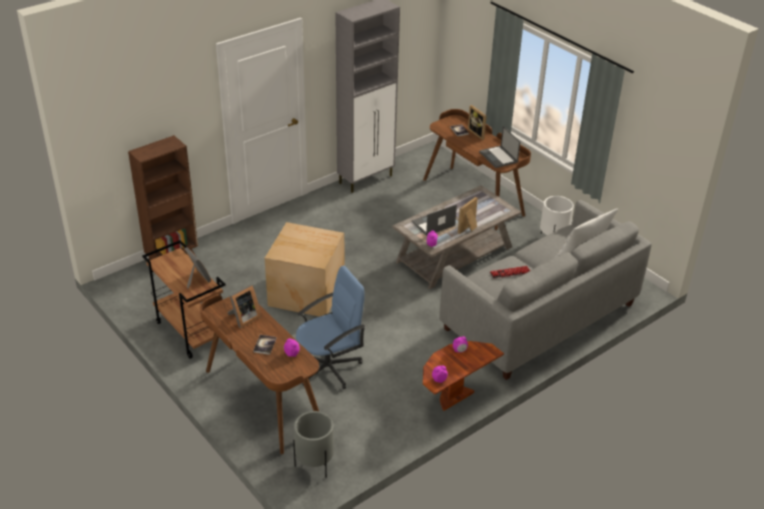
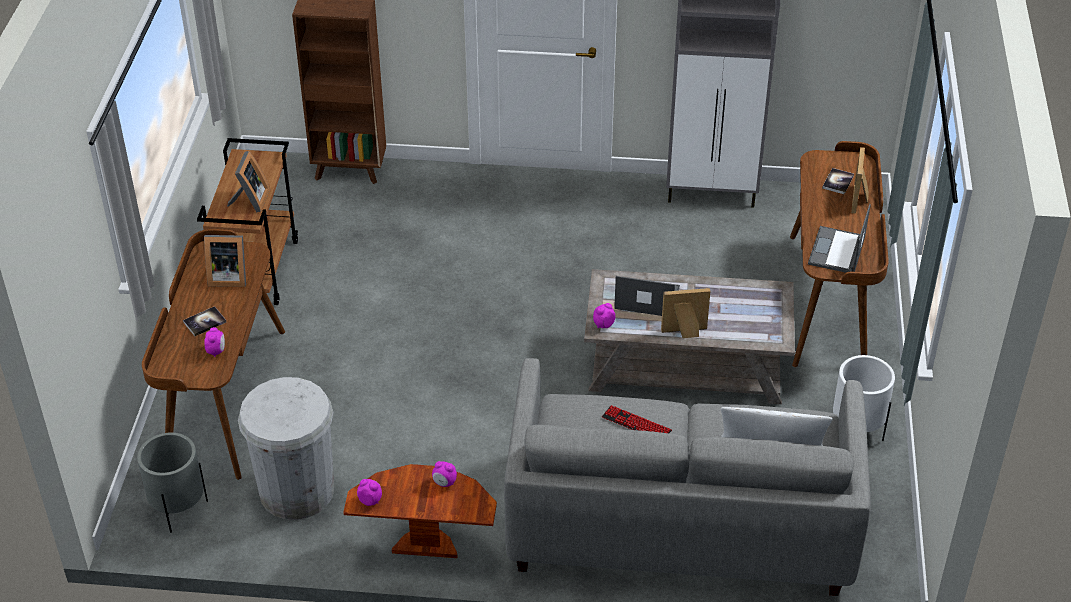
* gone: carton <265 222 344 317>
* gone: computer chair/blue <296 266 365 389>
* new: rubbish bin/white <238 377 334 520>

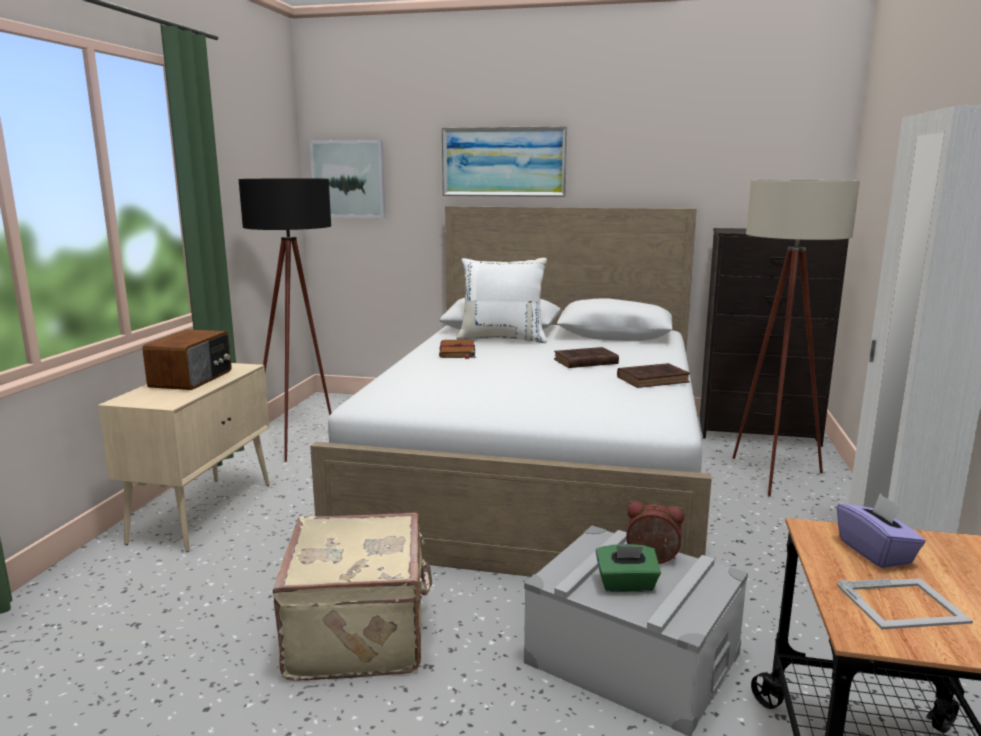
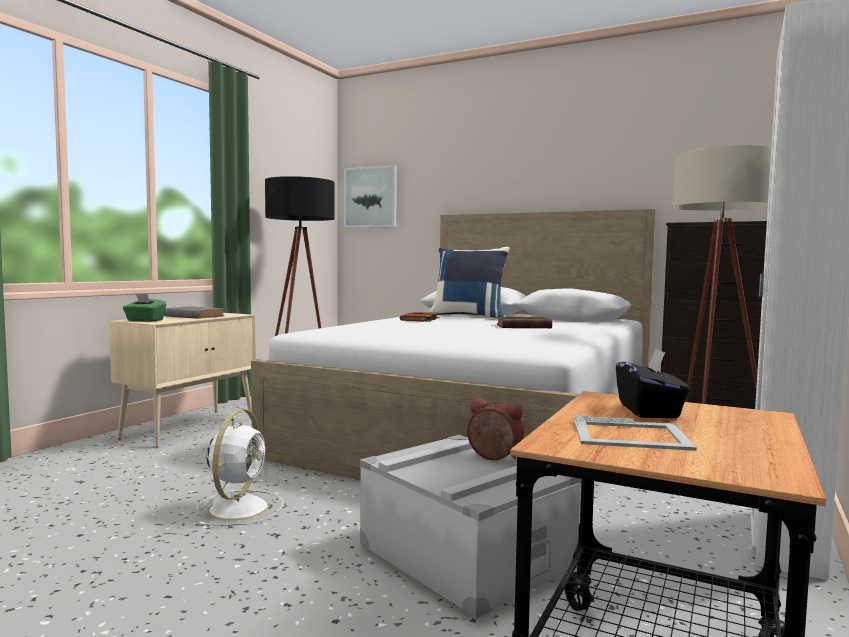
* gone: picture <442 126 567 197>
* repainted: throw pillow/white <456 258 547 343> to throw pillow/blue <429 247 510 319>
* swapped: radio set <142 329 232 390> to bound book/grey <164 306 225 319>
* gone: bound book/brownish <617 363 690 388>
* repainted: box of tissues/purple-coloured <837 493 926 568> to box of tissues/black-coloured <616 348 690 418>
* swapped: travel case/sand-coloured <272 513 432 681> to electric fan/white <196 409 284 526>
* shifted: box of tissues/green-coloured <596 544 661 592> to <123 293 166 322>

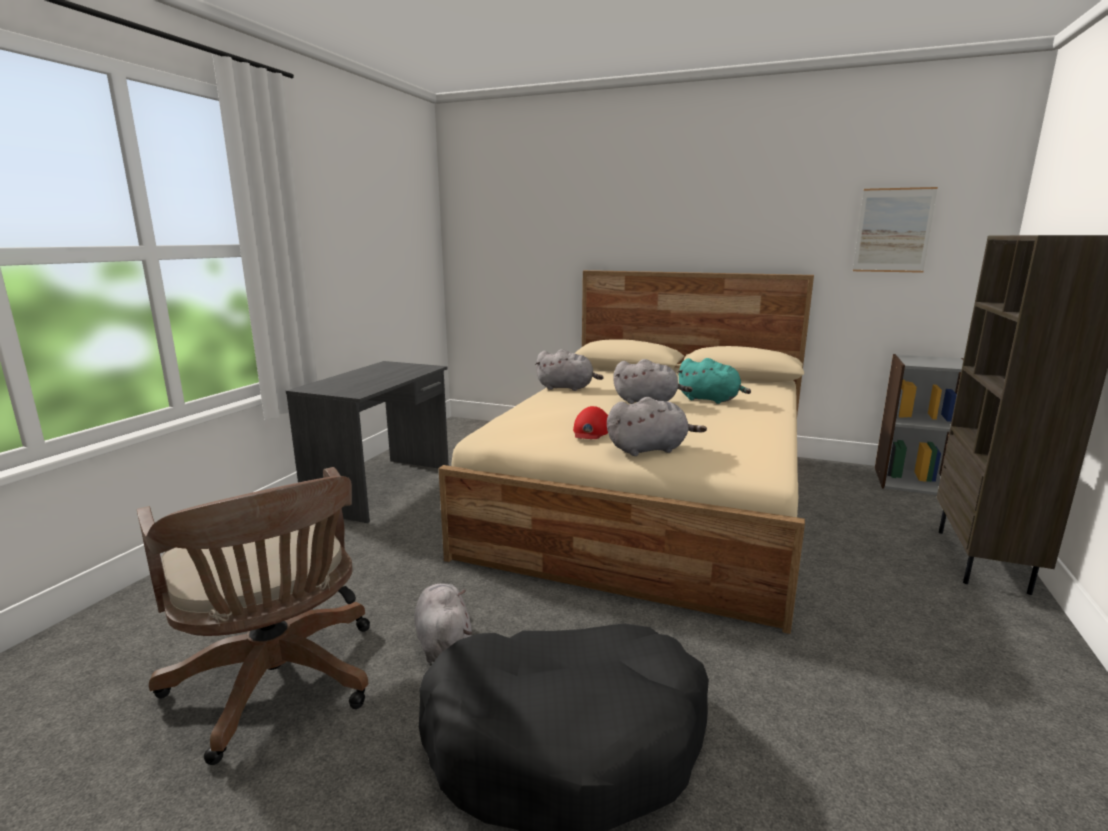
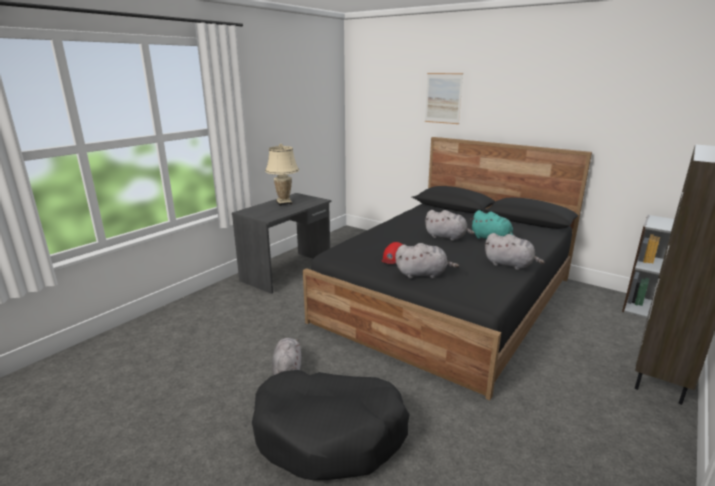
* shifted: picture <853 187 938 273> to <425 73 463 124>
* repainted: bed/sand-coloured <439 270 814 634> to bed/black-coloured <303 137 592 400>
* shifted: cuddly toy/grey <535 349 604 391> to <485 233 545 270>
* gone: computer chair/brownish <137 467 370 765>
* new: tabletop lamp/sand-coloured <265 144 299 206>

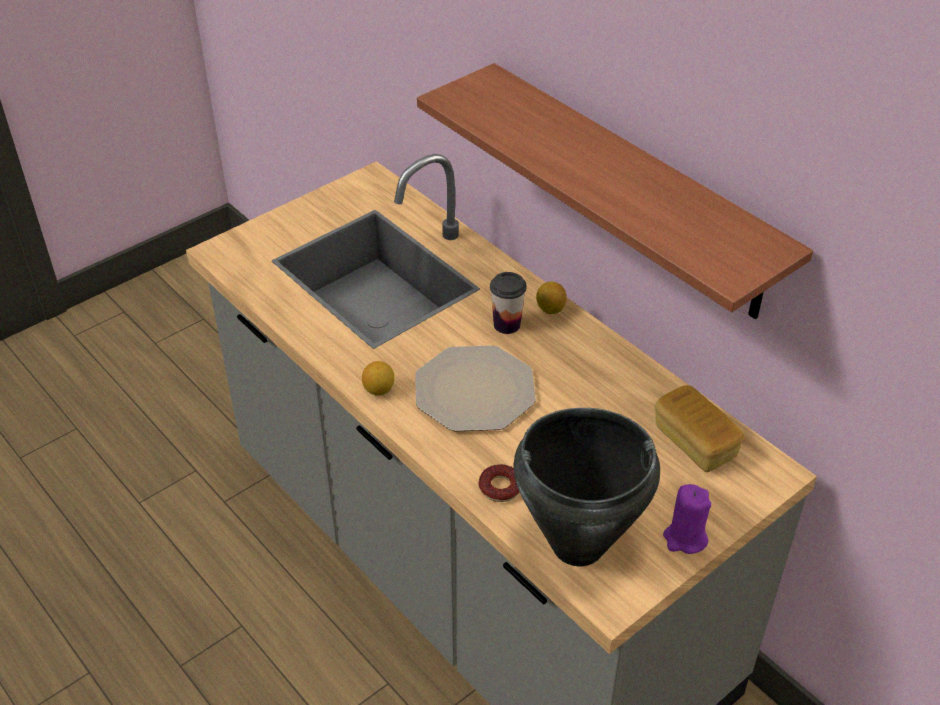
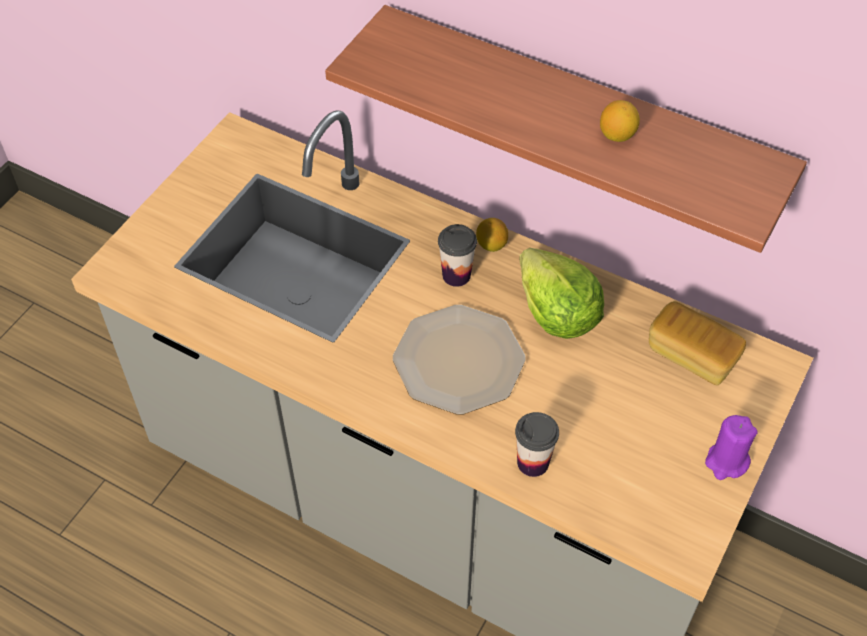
* shifted: whole lemon <362 361 394 396> to <600 100 640 142>
* gone: saucepot/black-coloured <514 408 660 566>
* swapped: donut <478 464 520 502> to cup <515 412 559 477>
* new: lettuce head <519 248 604 339>

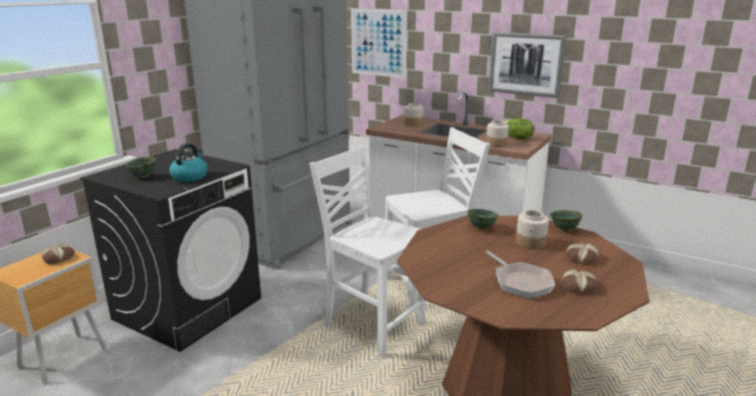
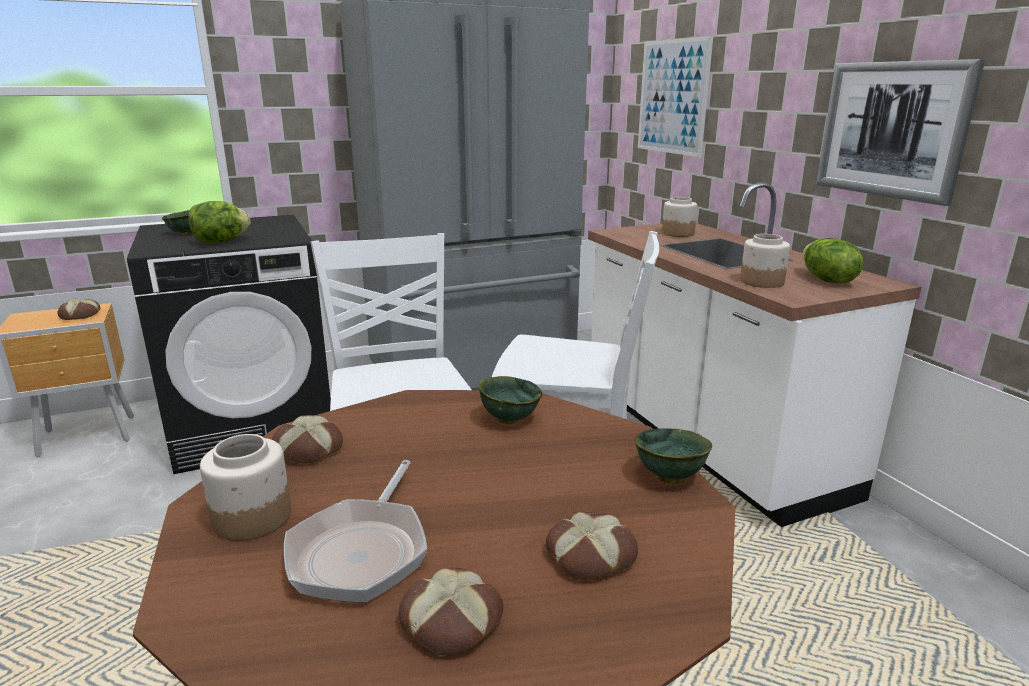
* swapped: water kettle <169 143 208 182> to lettuce head <188 201 251 244>
* shifted: jar <516 210 549 249> to <200 434 291 541>
* new: bakery bread <272 415 343 464>

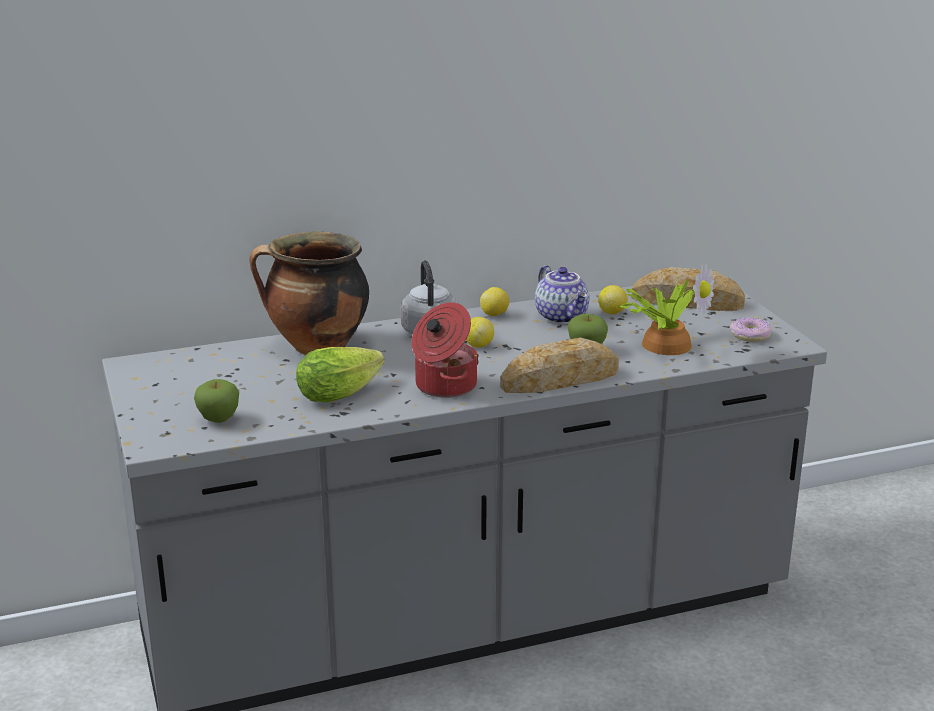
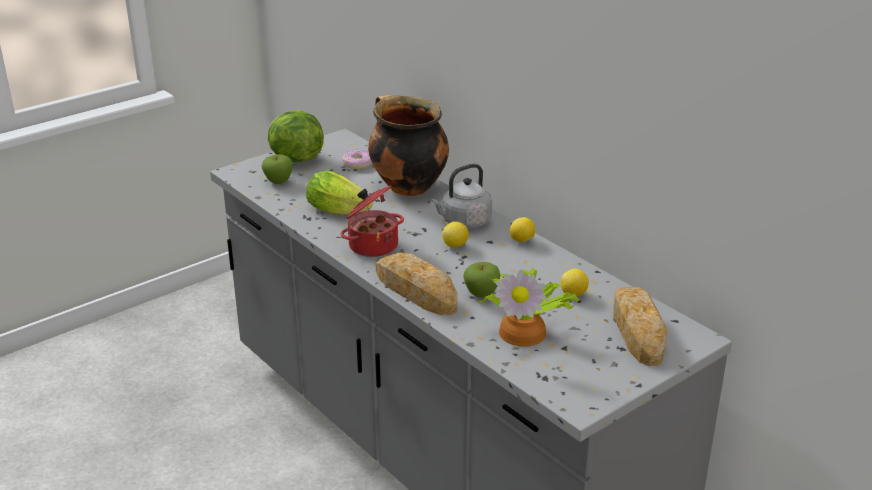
* gone: pot for tea <535 265 589 324>
* shifted: donut <730 317 772 342> to <343 150 372 169>
* new: lettuce head <268 110 324 162>

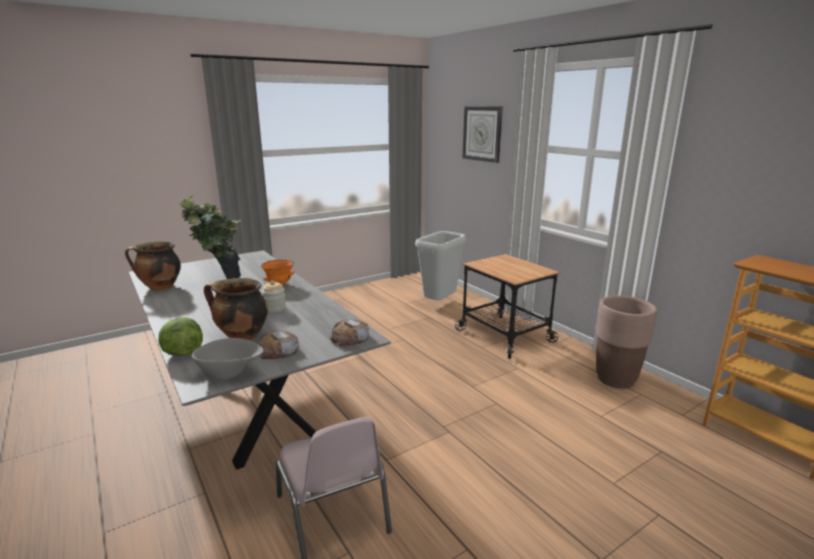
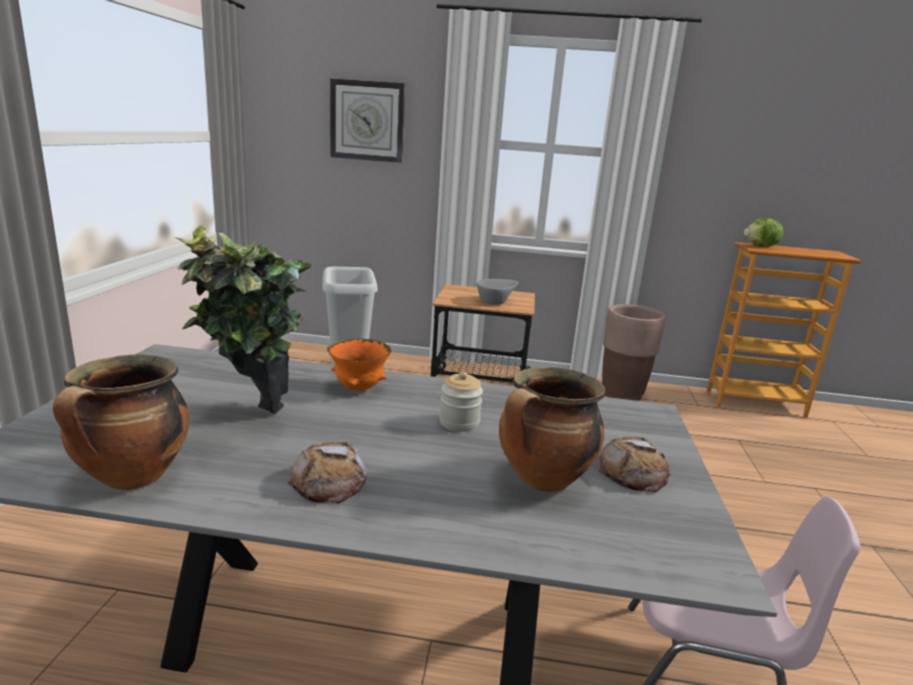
* shifted: lettuce head <158 317 203 356> to <744 218 784 247>
* shifted: bakery bread <330 319 369 346> to <288 442 367 503>
* shifted: deep dish/grey <192 338 263 380> to <477 279 518 305>

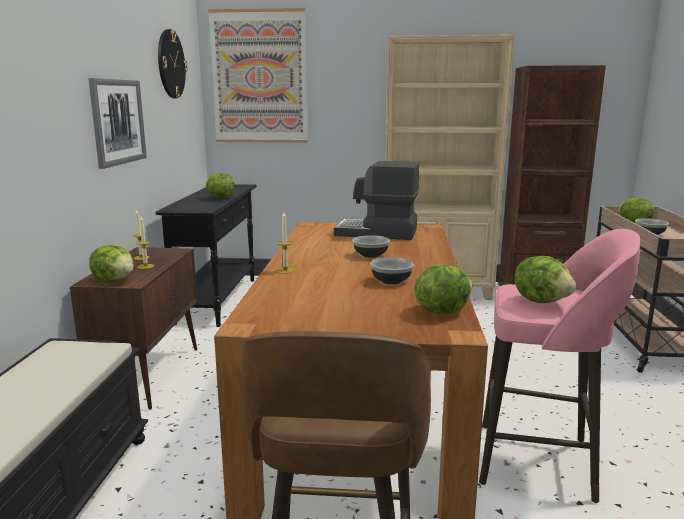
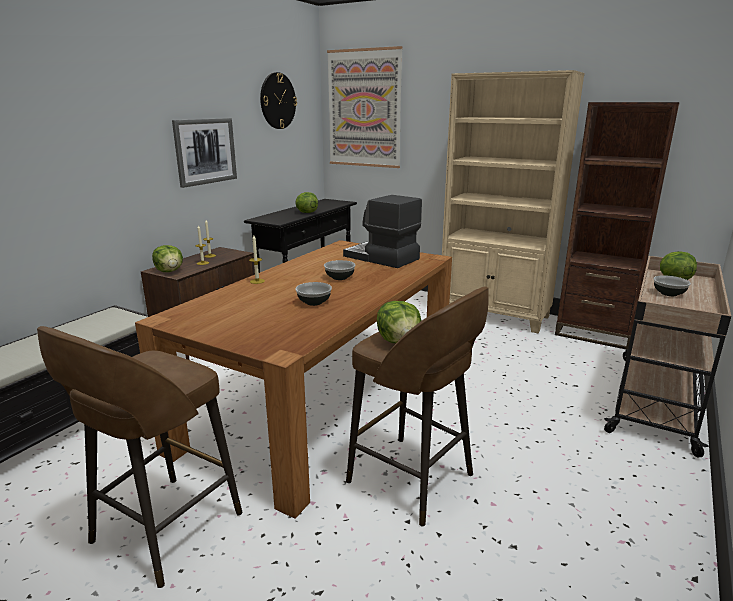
* repainted: stool seat/pink-coloured <479 229 640 503> to stool seat/brownish <346 286 489 527>
* gone: lettuce head <414 265 472 315>

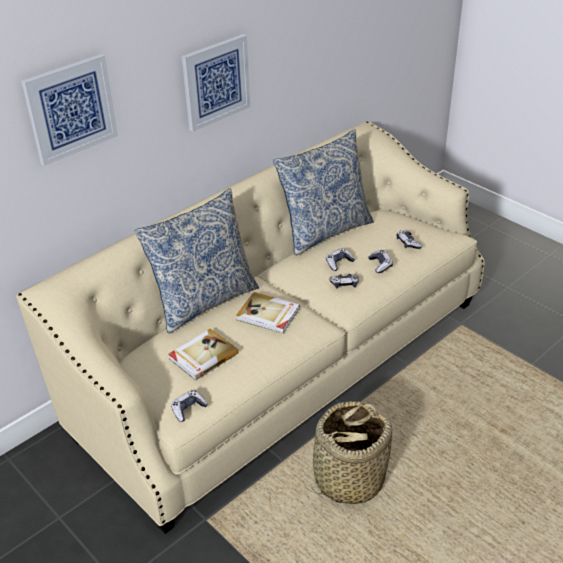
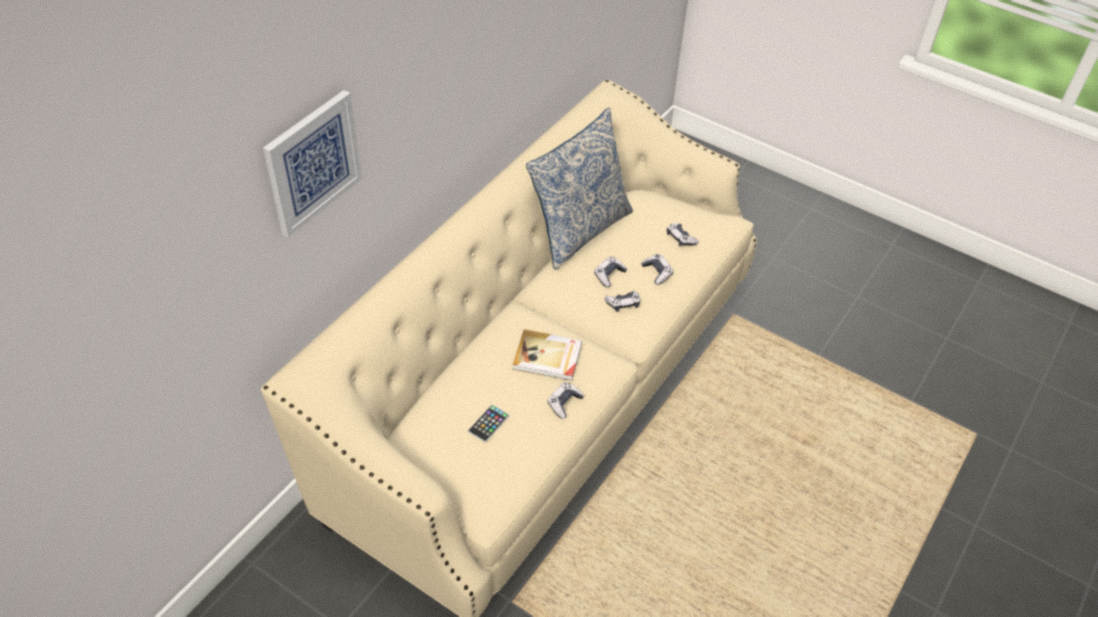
* gone: picture <182 34 250 132>
* gone: throw pillow <135 188 259 334>
* swapped: bound book <168 328 239 381> to phone <468 405 509 442>
* shifted: joypad <171 390 208 422> to <547 382 584 419>
* gone: basket <303 401 392 504>

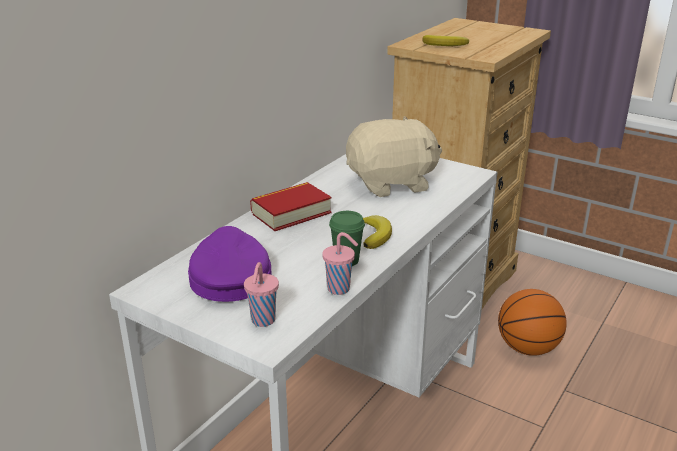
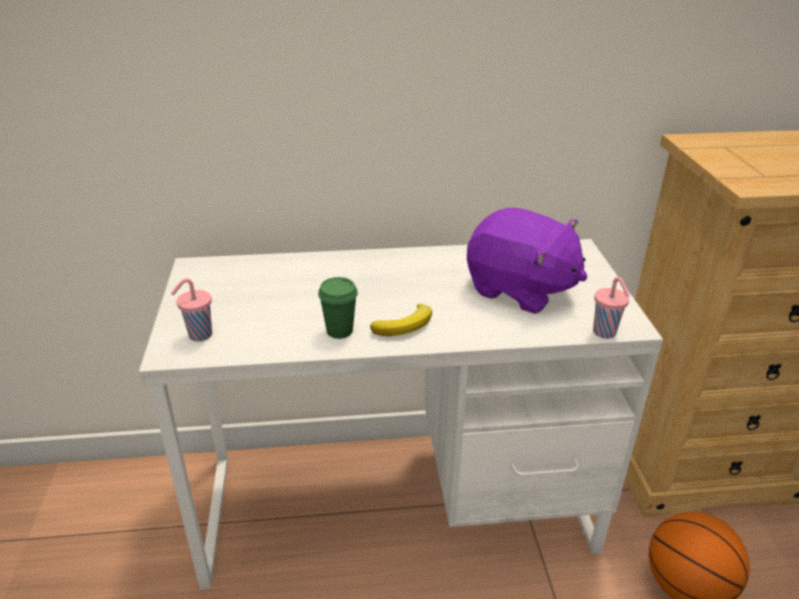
* gone: whole banana <422 35 469 46>
* repainted: cuddly toy/sand-coloured <346 116 442 197> to cuddly toy/purple-coloured <467 208 587 314>
* gone: bound book <250 182 331 231>
* gone: baseball cap/purple-coloured <188 226 272 302>
* shifted: cup/pink-coloured <322 232 358 295> to <593 277 630 339>

